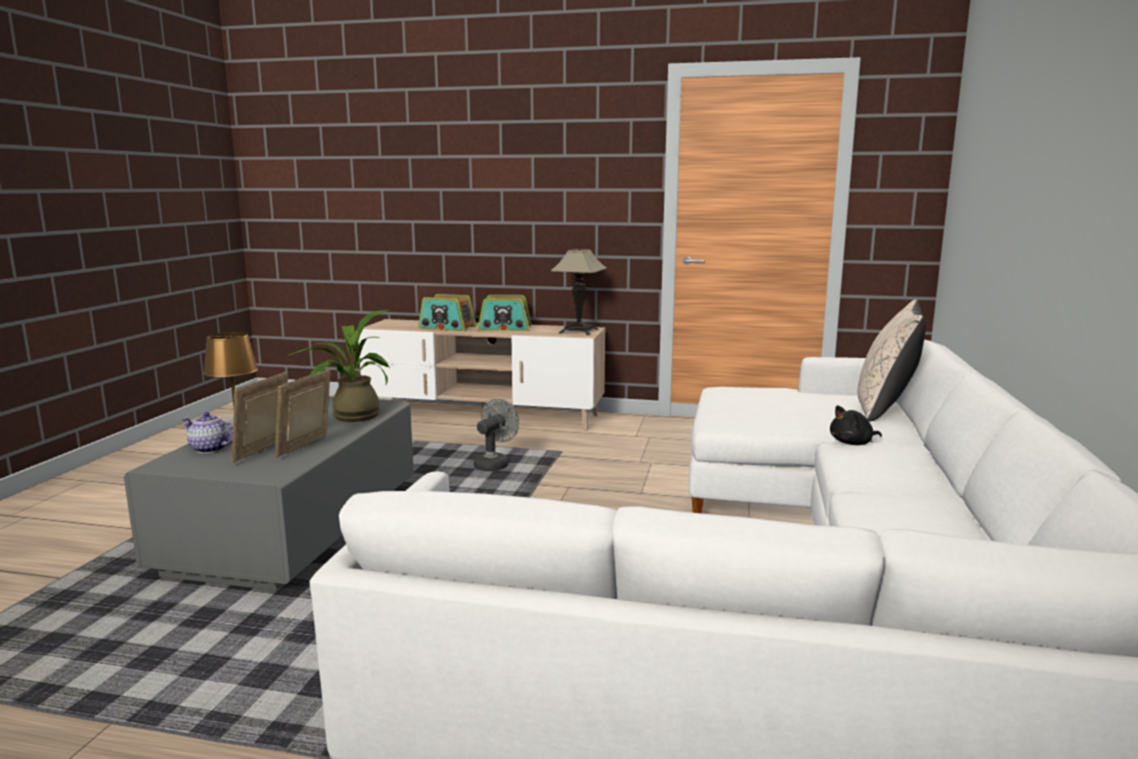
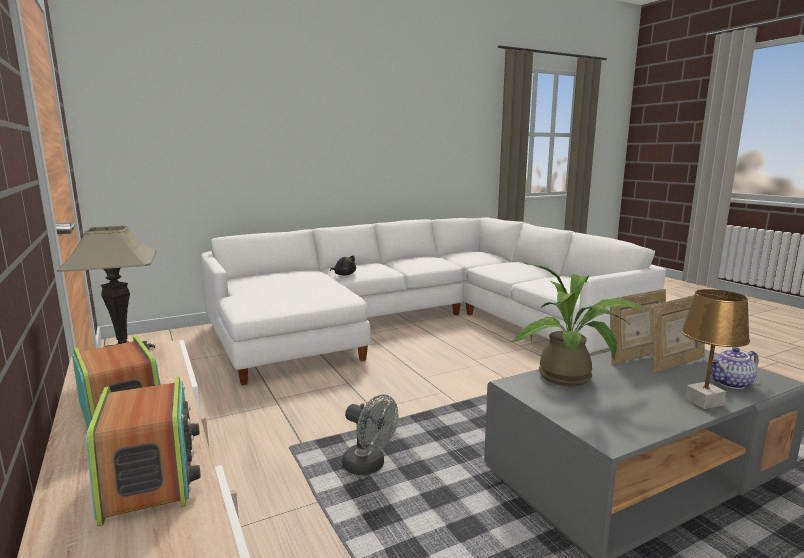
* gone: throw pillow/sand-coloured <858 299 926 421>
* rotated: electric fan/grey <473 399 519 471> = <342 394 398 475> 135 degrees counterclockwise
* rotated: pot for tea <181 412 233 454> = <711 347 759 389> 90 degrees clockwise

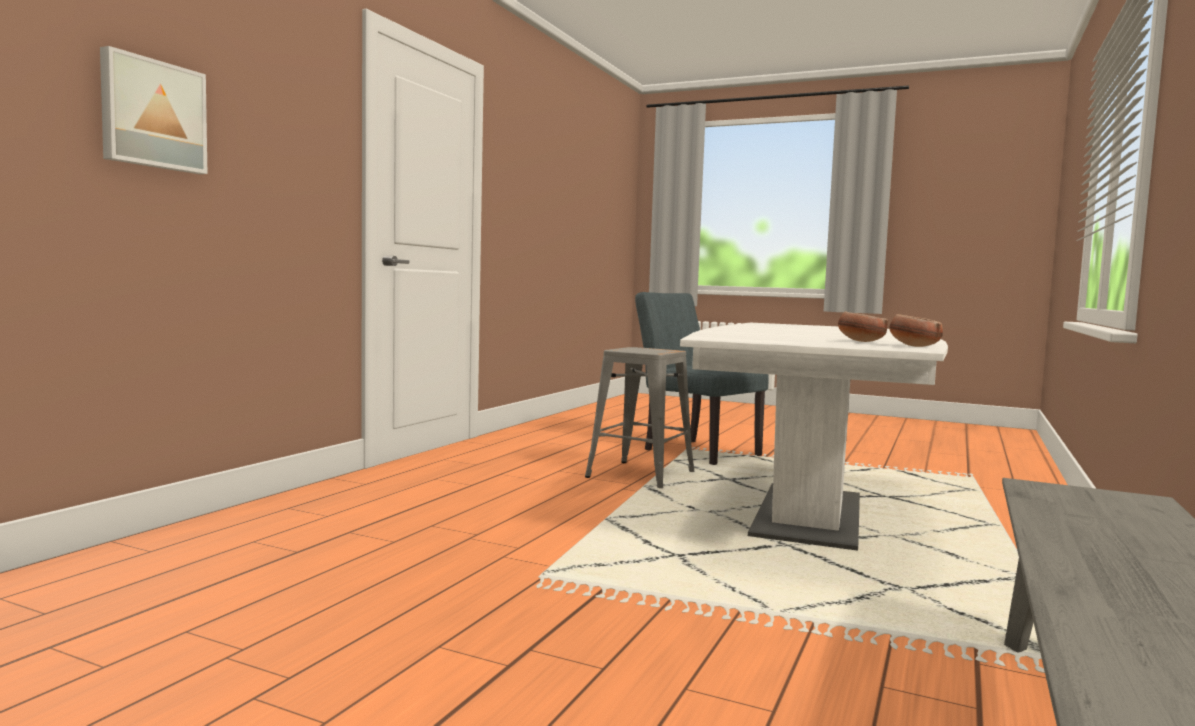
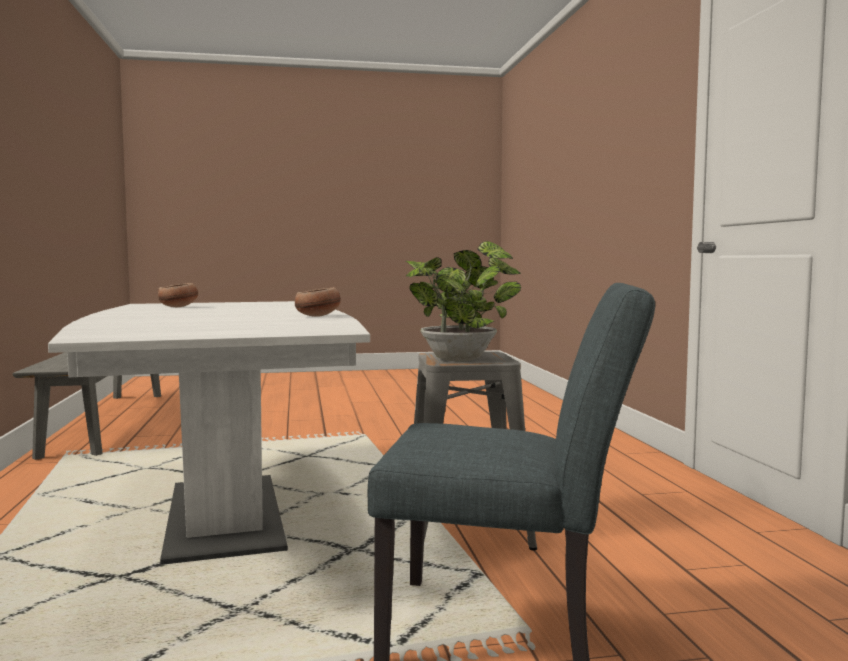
* gone: picture <100 46 207 174>
* shifted: deep dish <889 314 943 347> to <295 287 341 317>
* new: plant in a pot <405 241 521 362>

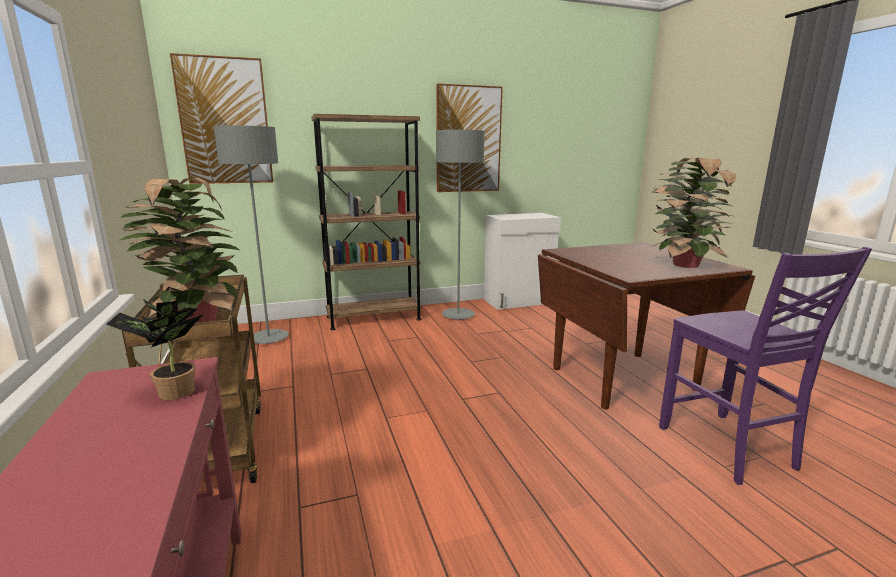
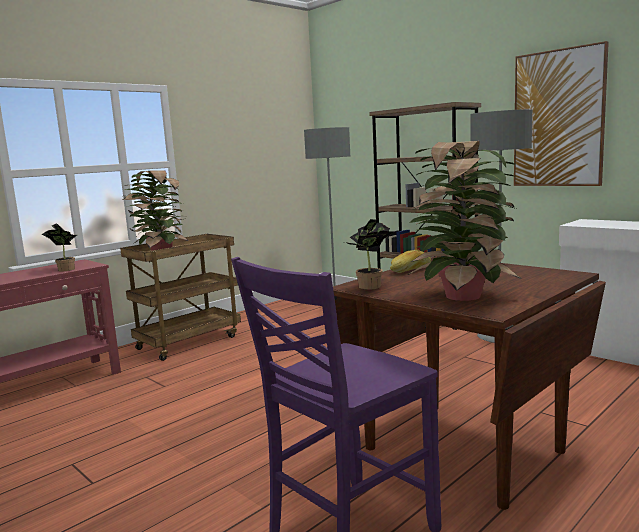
* gone: picture <170 53 273 184>
* new: plant in a pot <345 219 393 290>
* new: bakery bread <390 250 431 273>

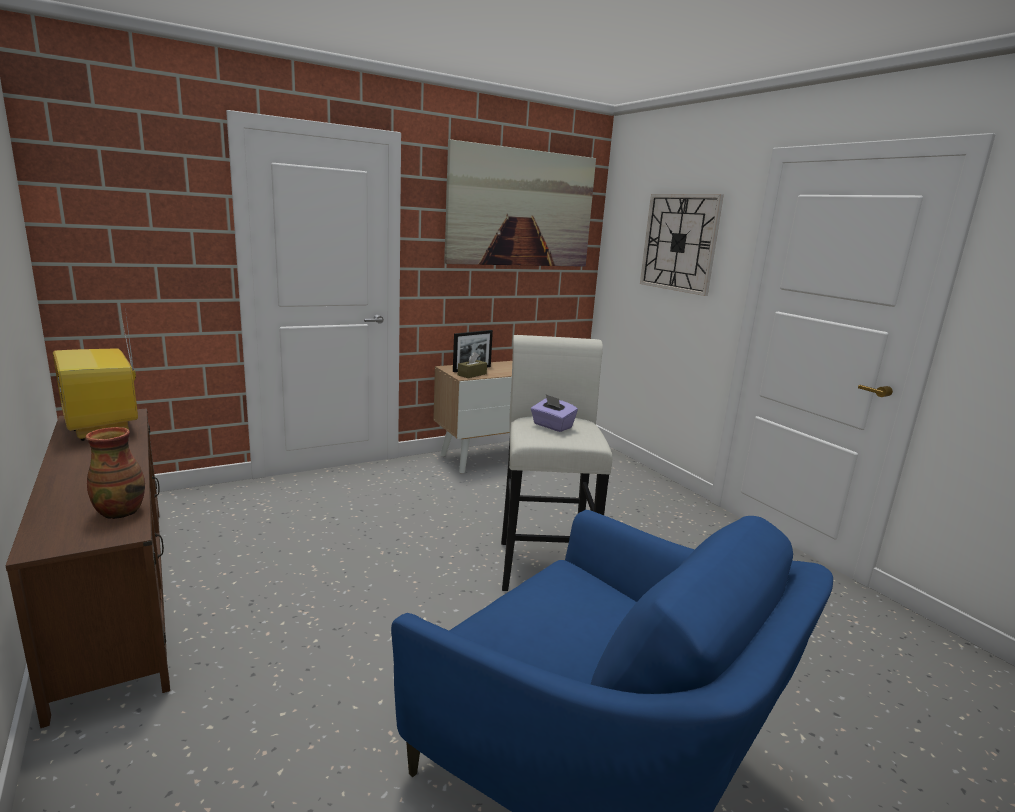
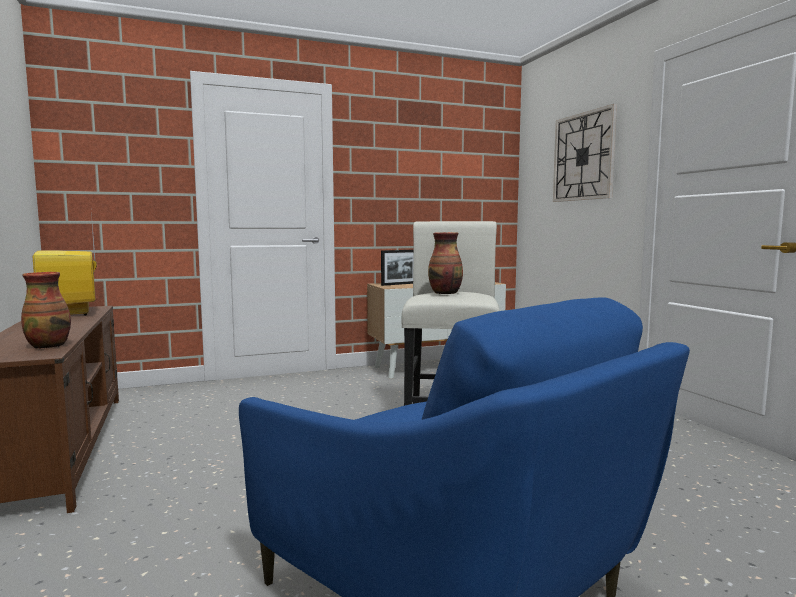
* gone: picture <444 139 596 267>
* gone: box of tissues/brownish <458 352 487 378>
* swapped: box of tissues/purple-coloured <531 394 578 432> to decorative vase <428 232 463 294>

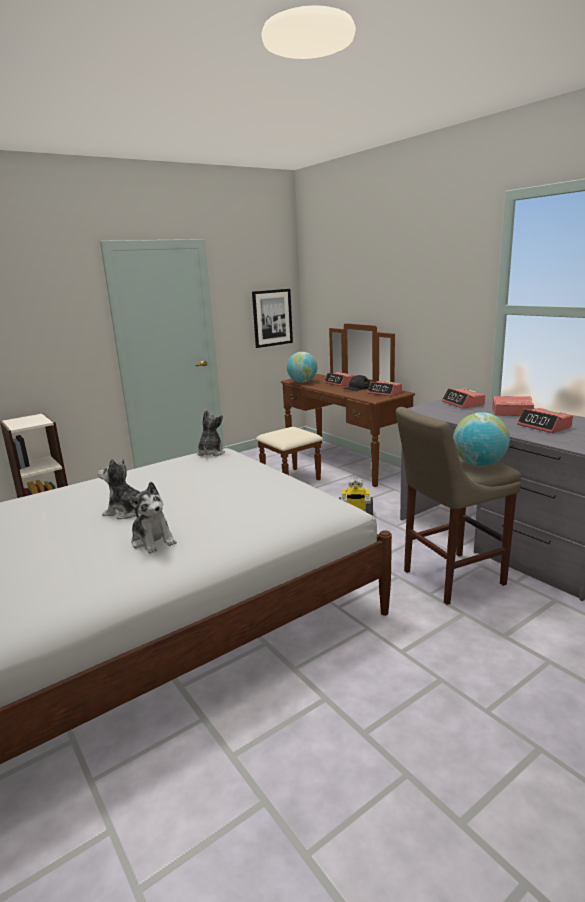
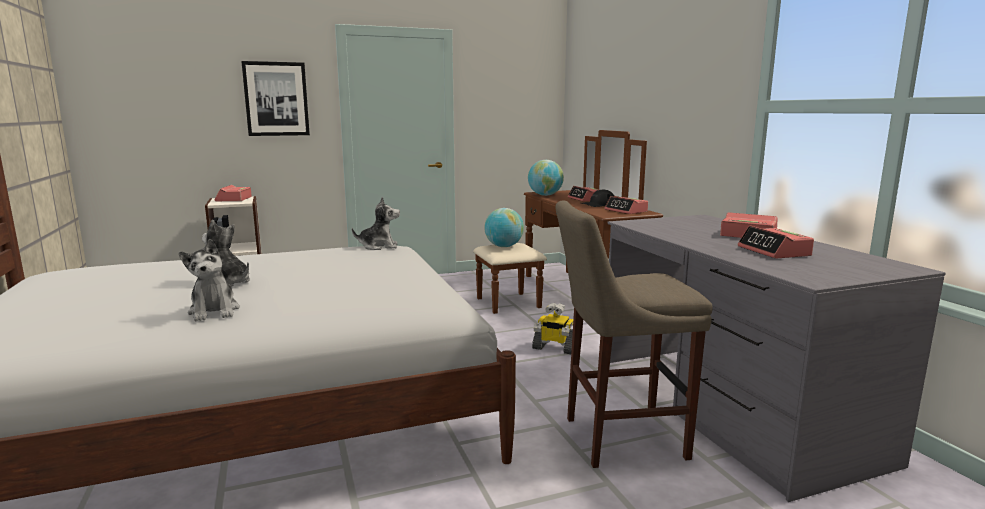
* shifted: picture <252 289 293 348> to <241 61 310 136>
* shifted: alarm clock <442 388 485 408> to <215 185 252 202>
* rotated: cuddly toy <197 409 225 456> = <352 197 400 250> 60 degrees clockwise
* shifted: globe <453 412 510 466> to <484 208 524 247>

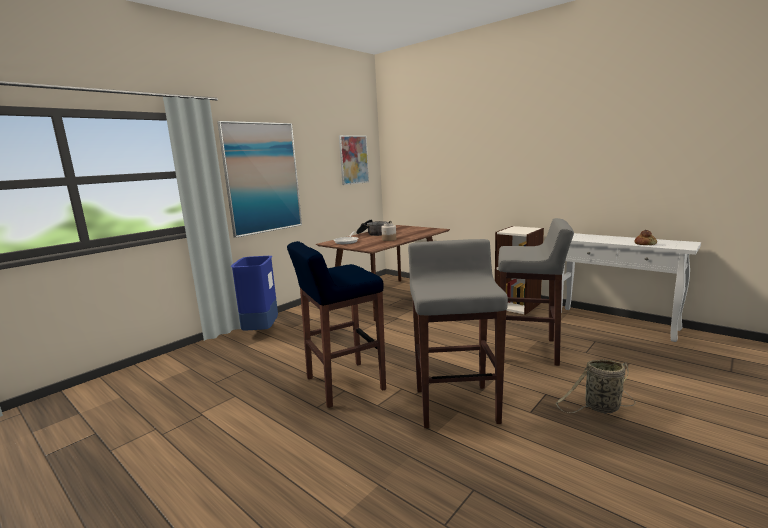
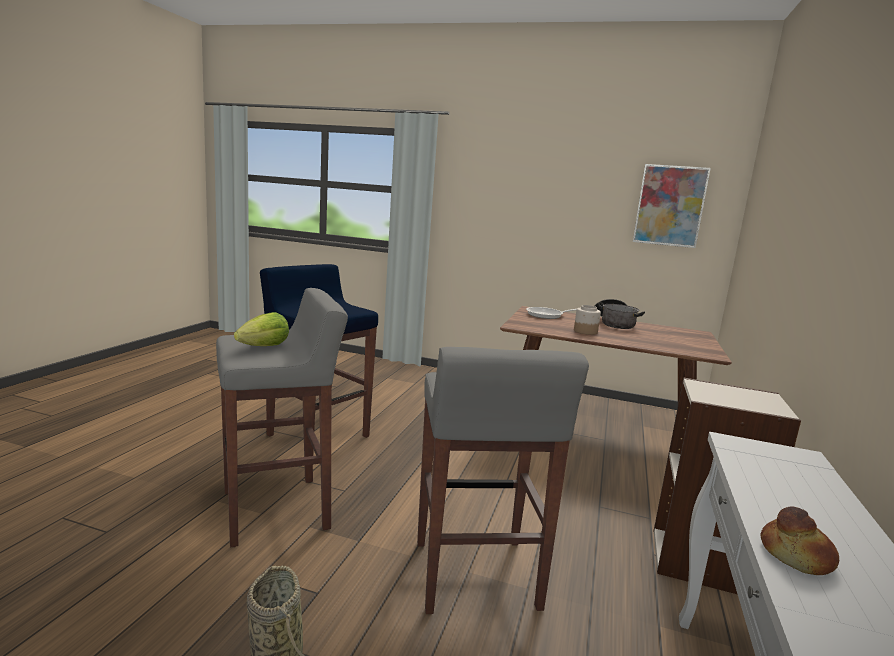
* gone: picture <217 121 302 238>
* gone: rubbish bin/blue <231 256 278 331>
* new: lettuce head <234 312 289 346>

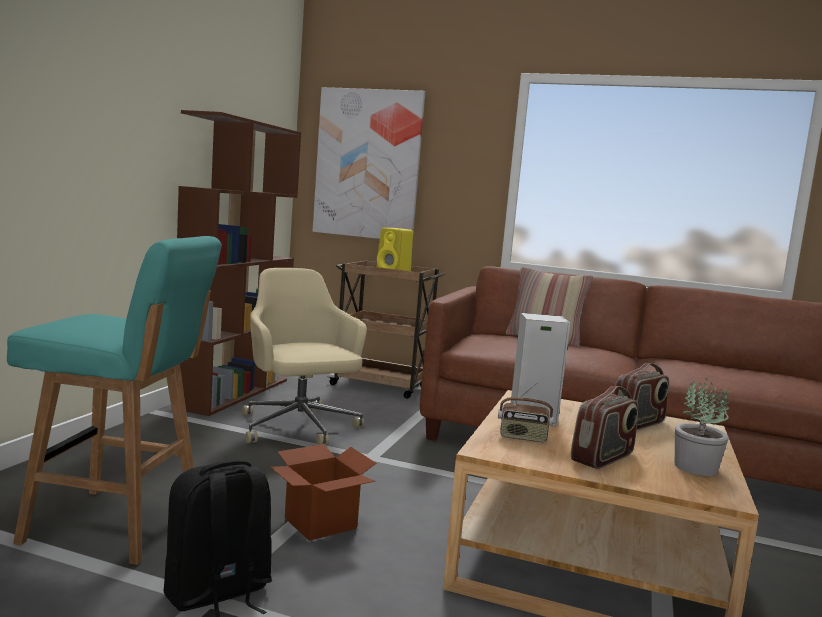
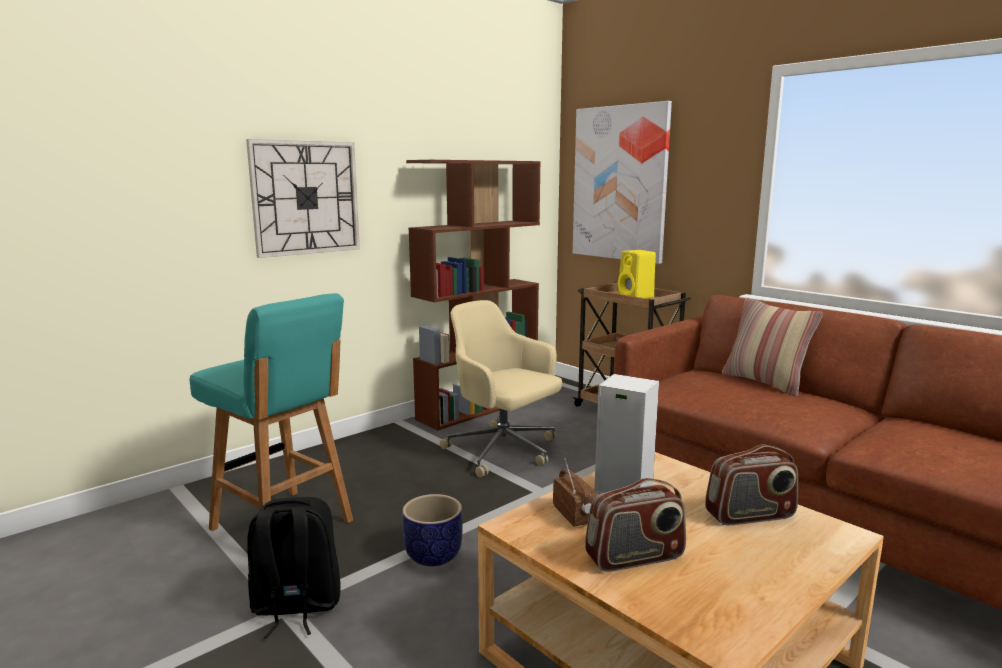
* rotated: computer chair/sand-coloured <242 268 367 445> = <440 300 562 478> 45 degrees counterclockwise
* gone: plant in a pot <675 377 729 476>
* rotated: radio set <498 383 553 442> = <553 458 598 526> 150 degrees counterclockwise
* swapped: carton <270 444 377 541> to plant pot <402 494 463 567>
* new: hanging clock <246 139 360 258>

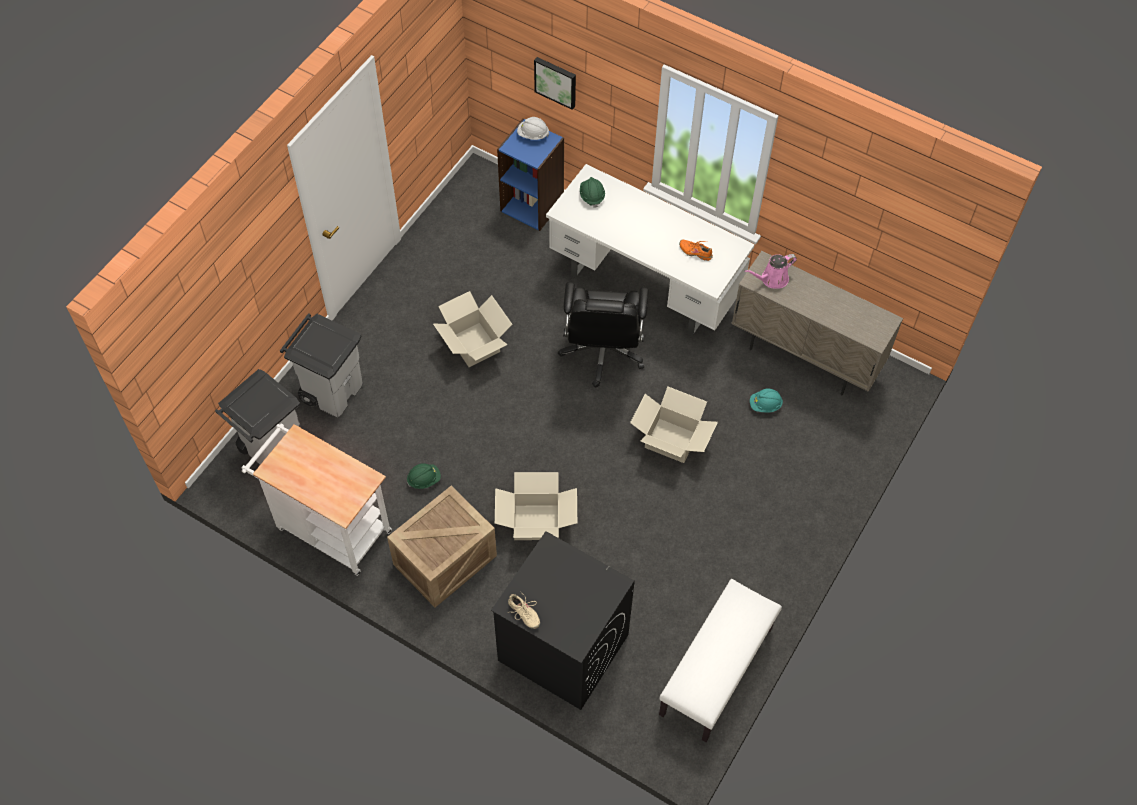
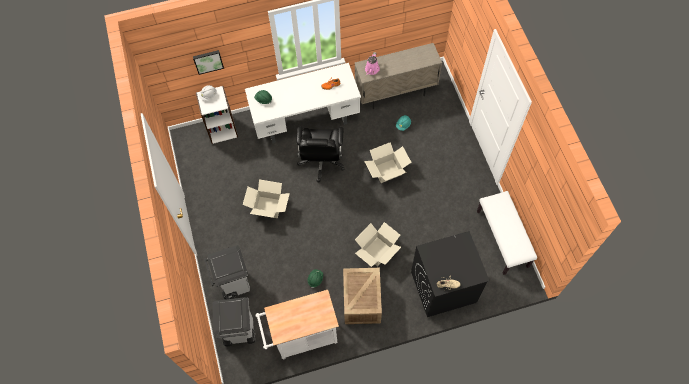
* repainted: bookcase/blue <497 118 564 231> to bookcase/white <196 86 238 144>
* rotated: computer chair/black-coloured <558 282 649 388> = <297 126 345 183> 45 degrees clockwise

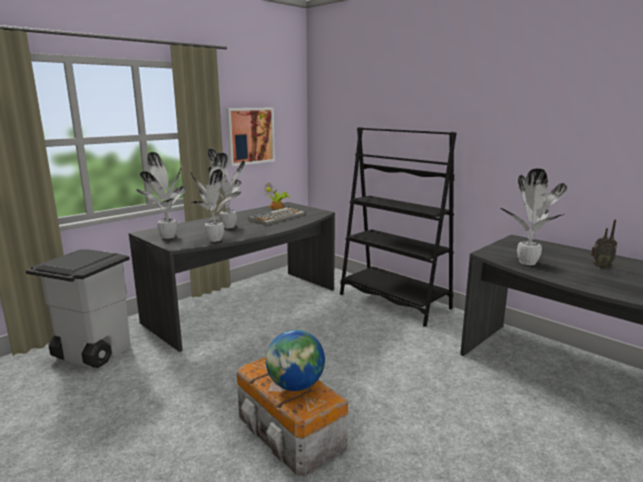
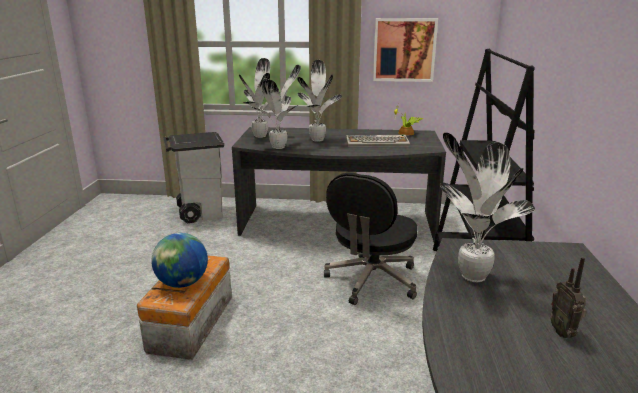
* new: computer chair/black-coloured <324 173 418 305>

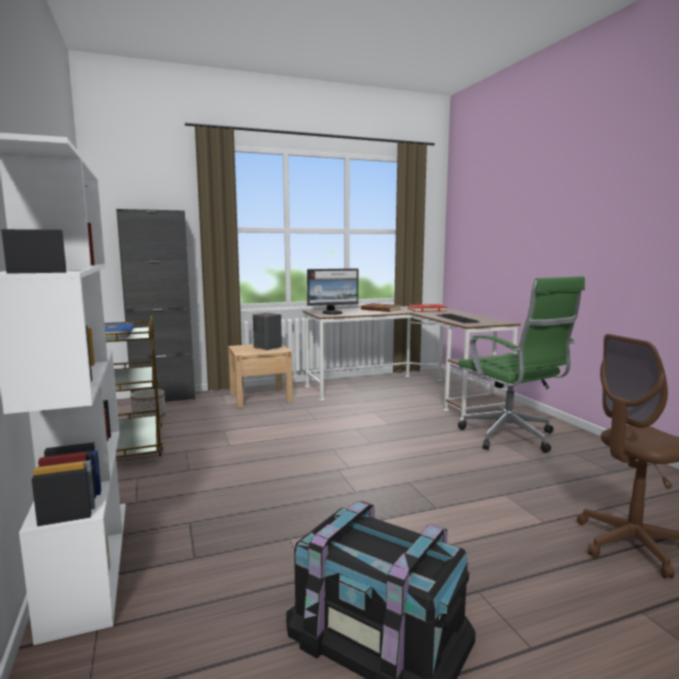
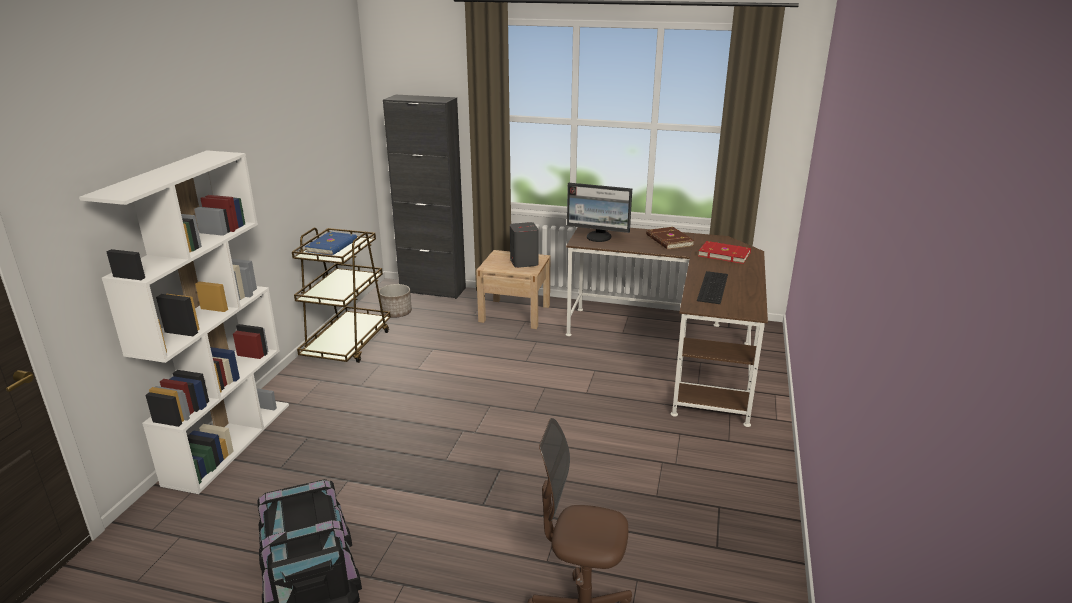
* gone: computer chair/green-coloured <458 276 585 453>

